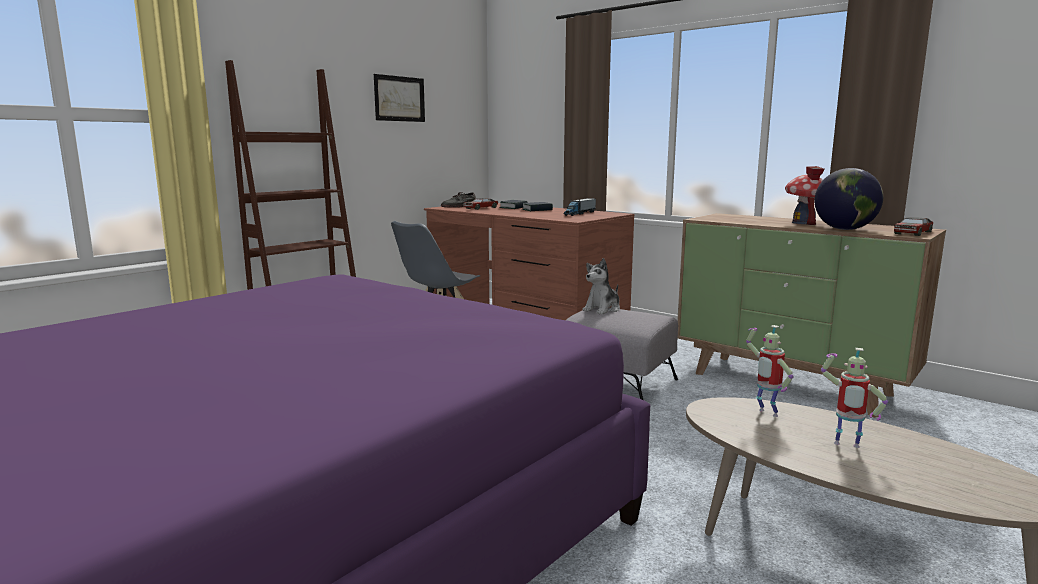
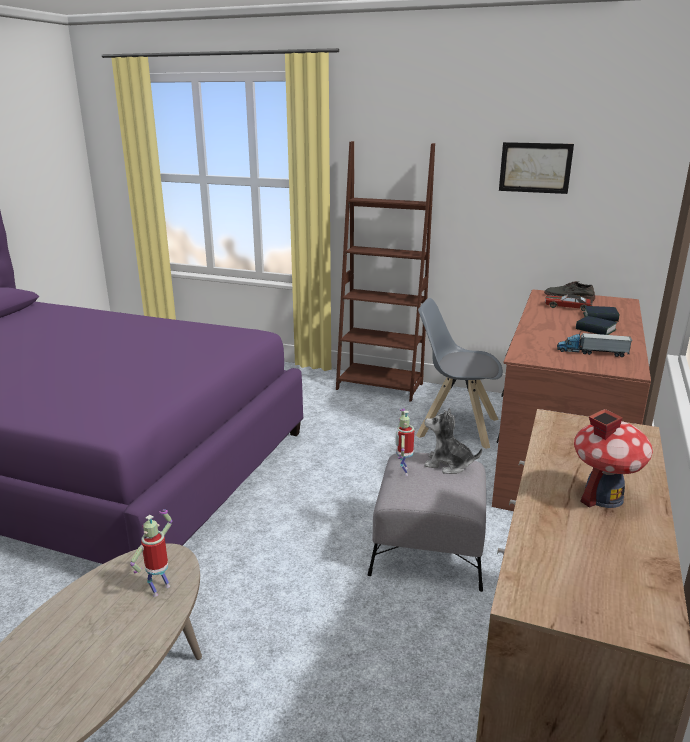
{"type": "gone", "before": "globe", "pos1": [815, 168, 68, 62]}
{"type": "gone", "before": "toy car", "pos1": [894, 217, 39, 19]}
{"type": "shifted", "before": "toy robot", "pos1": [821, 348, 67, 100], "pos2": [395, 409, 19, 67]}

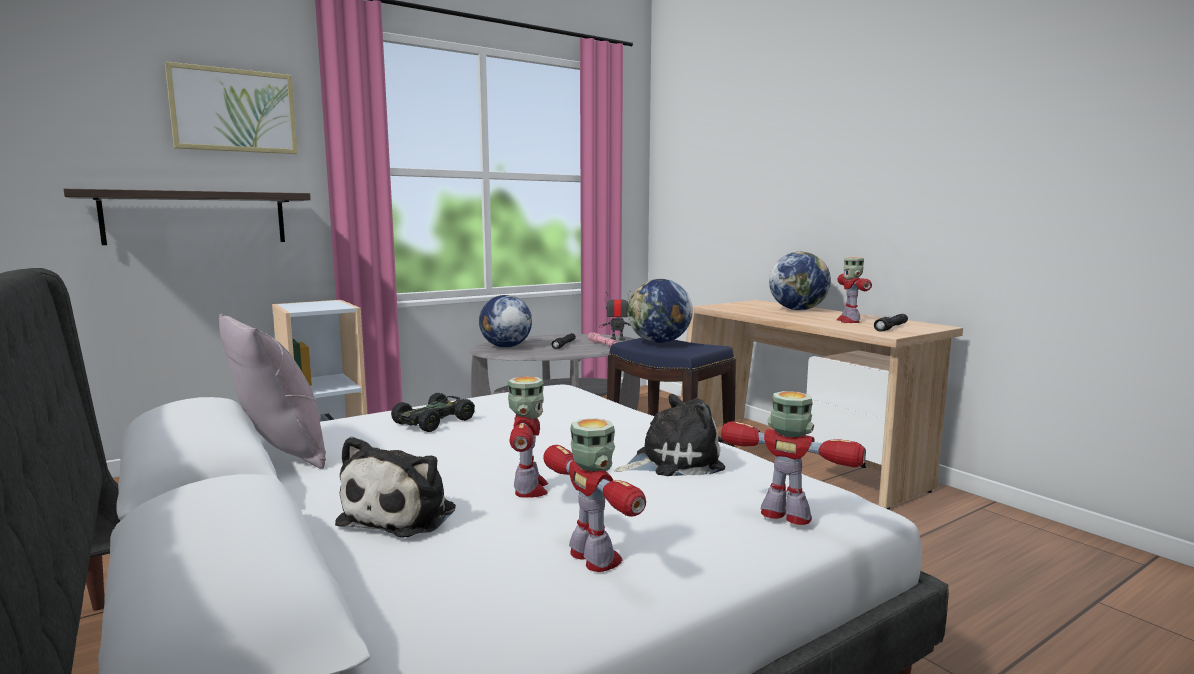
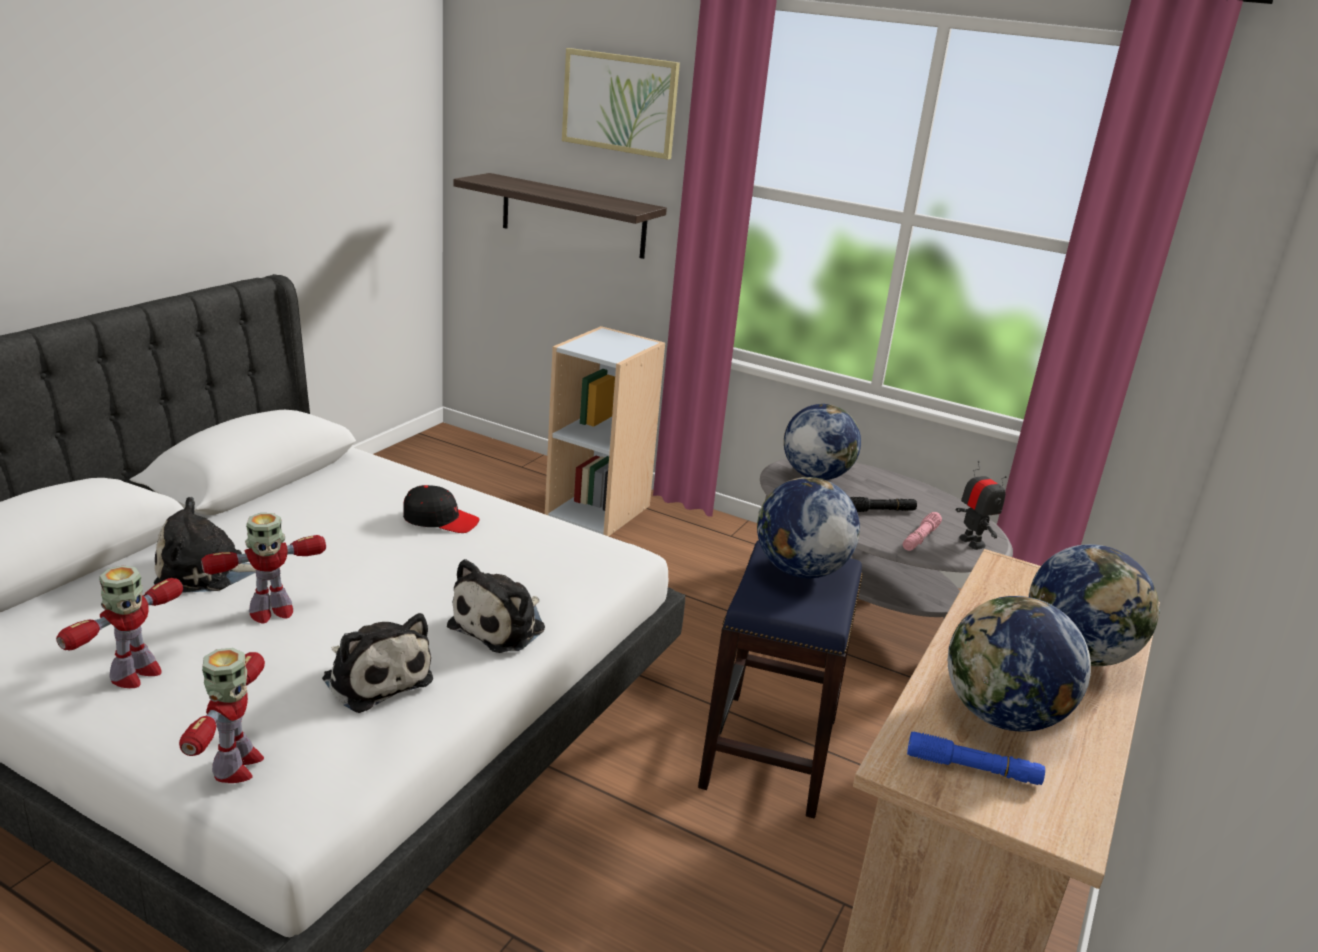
{"type": "swapped", "before": "toy robot", "after": "globe", "pos1": [837, 257, 35, 66], "pos2": [947, 596, 144, 136]}
{"type": "gone", "before": "pillow/purple", "pos1": [219, 314, 107, 155]}
{"type": "repainted", "before": "flashlight/black", "after": "flashlight/blue", "pos1": [874, 314, 34, 18], "pos2": [907, 732, 138, 53]}
{"type": "swapped", "before": "toy car/black", "after": "cap/black", "pos1": [391, 393, 84, 39], "pos2": [403, 485, 77, 48]}
{"type": "new", "after": "plush toy", "pos2": [447, 559, 98, 94]}

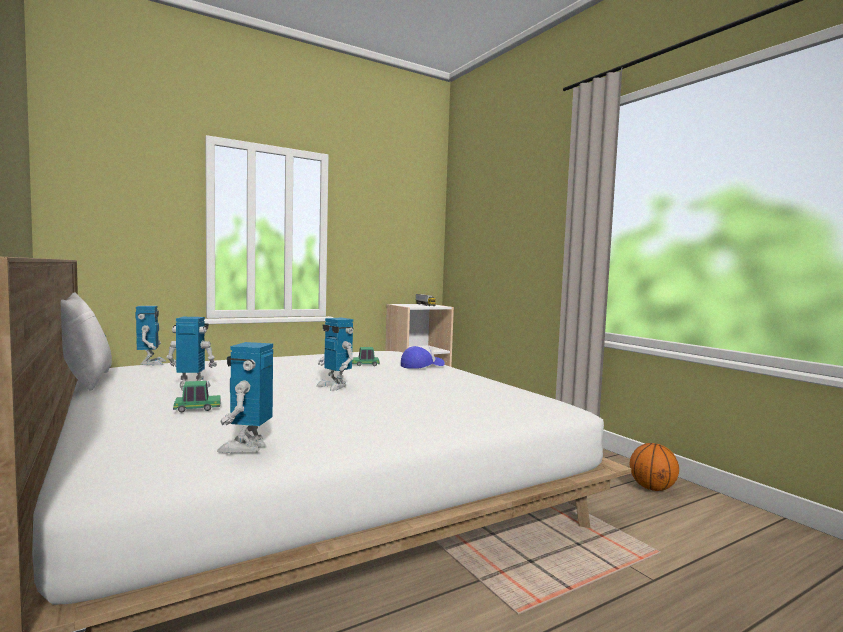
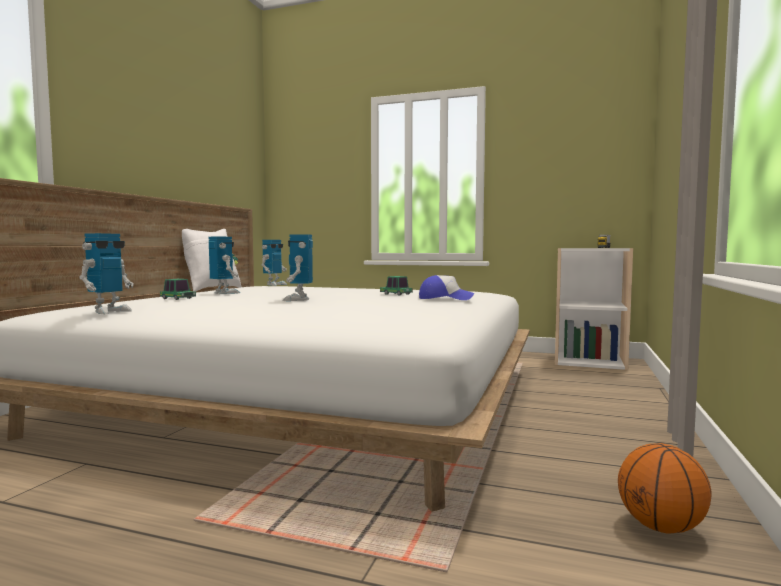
{"type": "rotated", "before": "toy robot", "pos1": [217, 342, 56, 111], "pos2": [79, 233, 55, 81], "turn": 150}

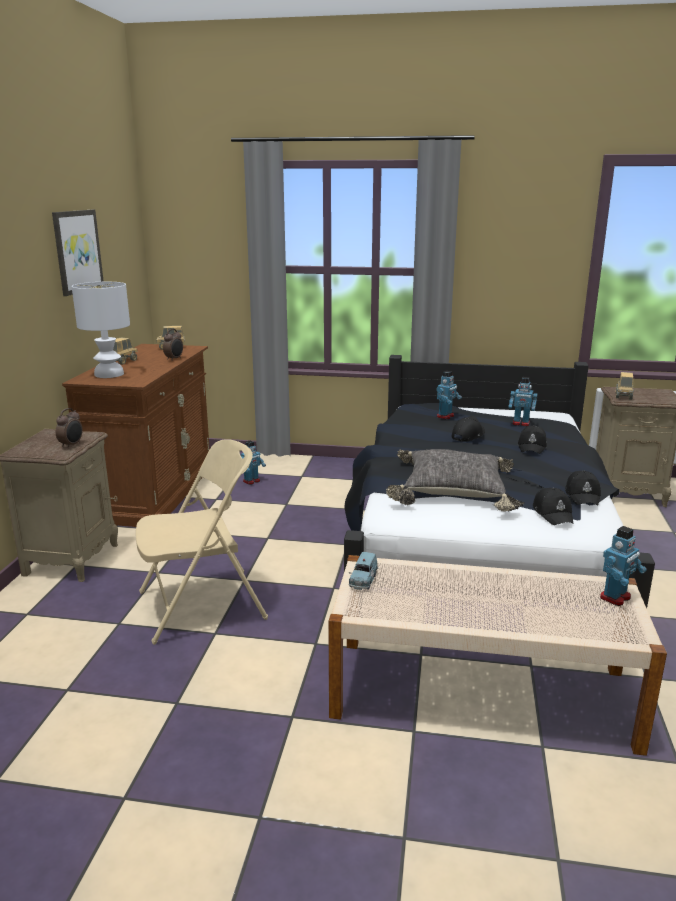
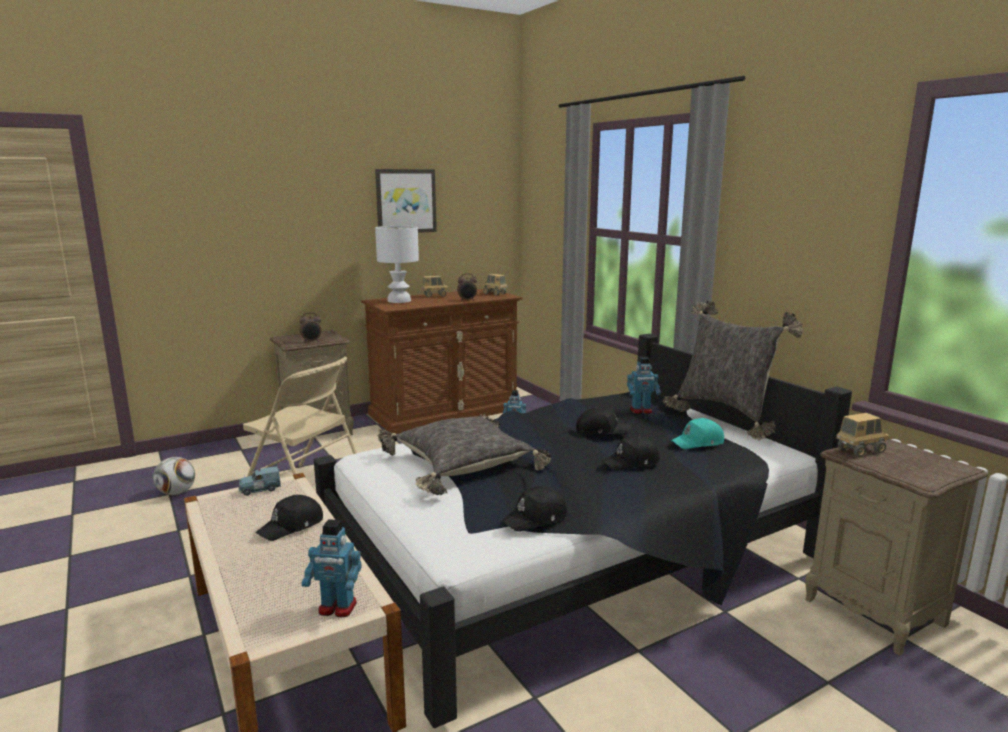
{"type": "swapped", "before": "toy robot", "after": "cap/turquoise", "pos1": [508, 377, 30, 49], "pos2": [671, 418, 53, 31]}
{"type": "shifted", "before": "cap/black", "pos1": [533, 488, 40, 37], "pos2": [255, 495, 68, 46]}
{"type": "new", "after": "pillow", "pos2": [663, 301, 140, 139]}
{"type": "new", "after": "football", "pos2": [153, 457, 42, 38]}

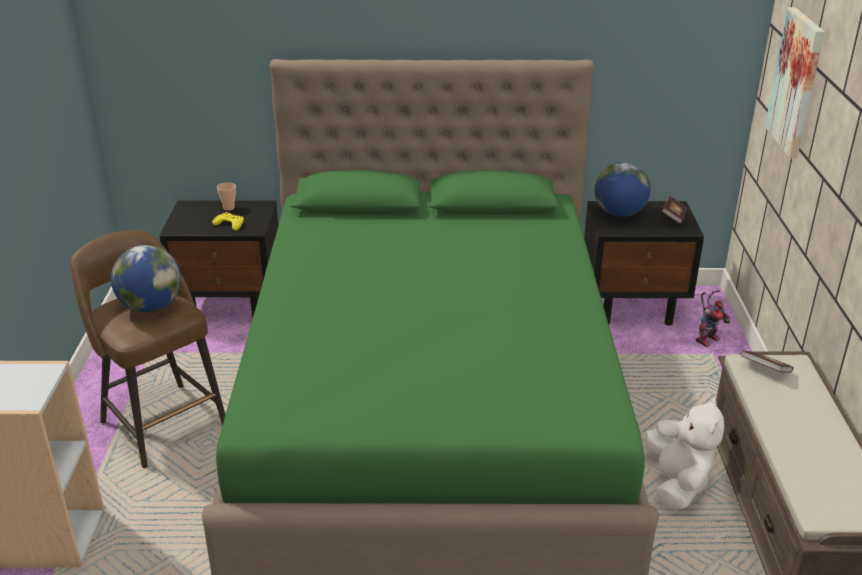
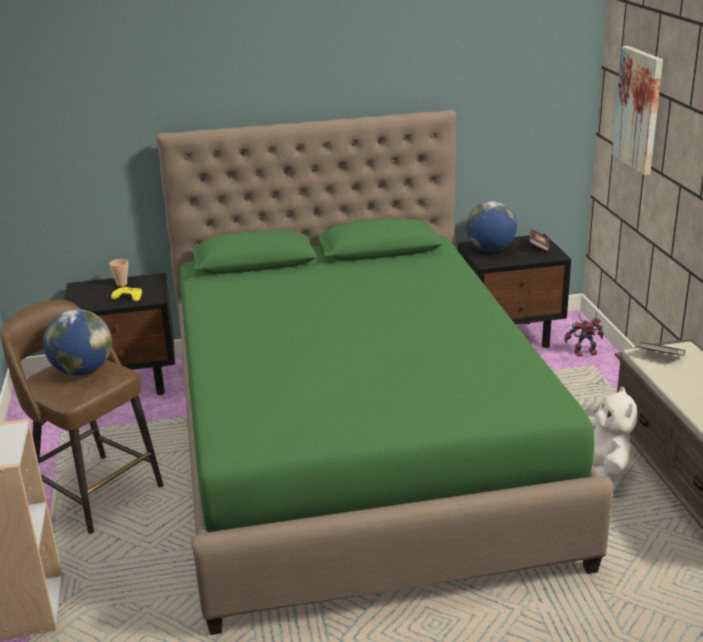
{"type": "rotated", "before": "toy robot", "pos1": [696, 290, 34, 57], "pos2": [564, 312, 40, 45], "turn": -135}

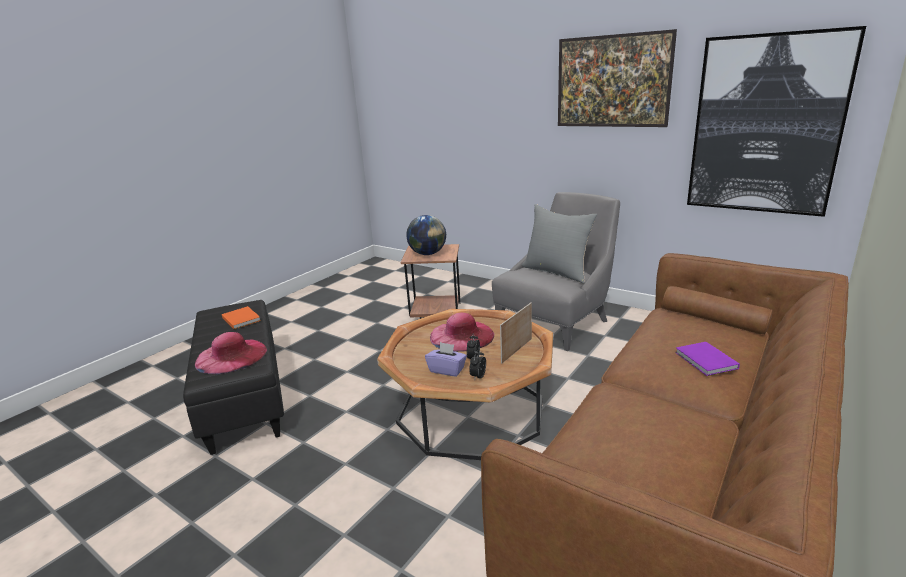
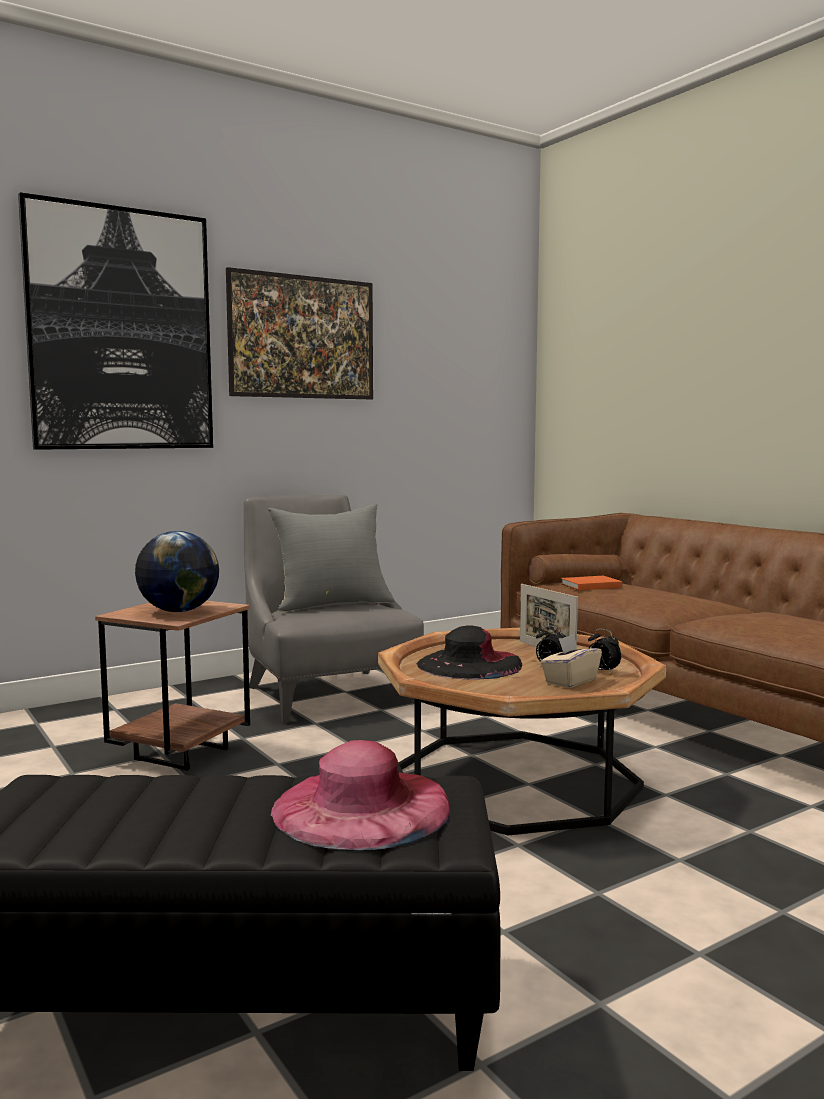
{"type": "shifted", "before": "picture", "pos1": [687, 26, 179, 191], "pos2": [18, 192, 195, 258]}
{"type": "shifted", "before": "book/orange", "pos1": [222, 306, 39, 23], "pos2": [561, 576, 61, 14]}
{"type": "repainted", "before": "hat/pink", "after": "hat/black", "pos1": [430, 313, 64, 39], "pos2": [417, 625, 105, 55]}
{"type": "repainted", "before": "tissue box/purple", "after": "tissue box/beige", "pos1": [425, 342, 42, 35], "pos2": [540, 634, 62, 54]}
{"type": "gone", "before": "book/purple", "pos1": [675, 342, 65, 34]}

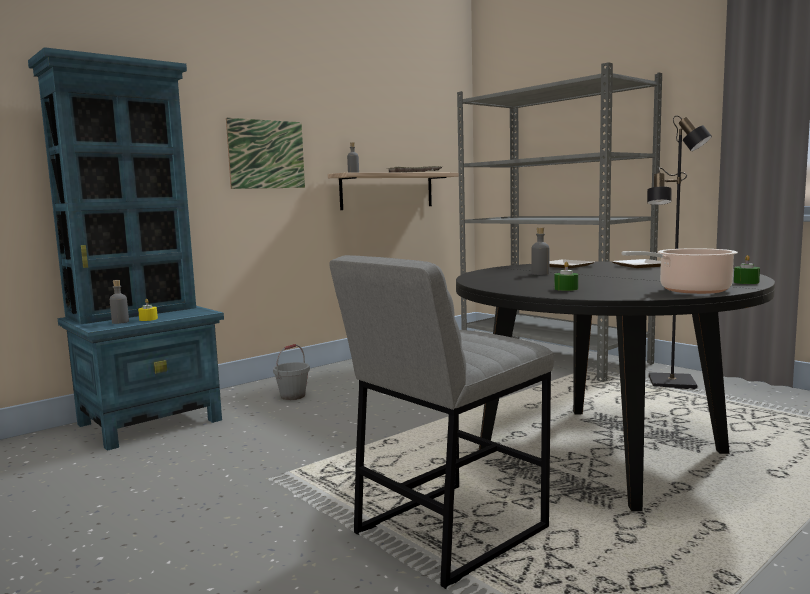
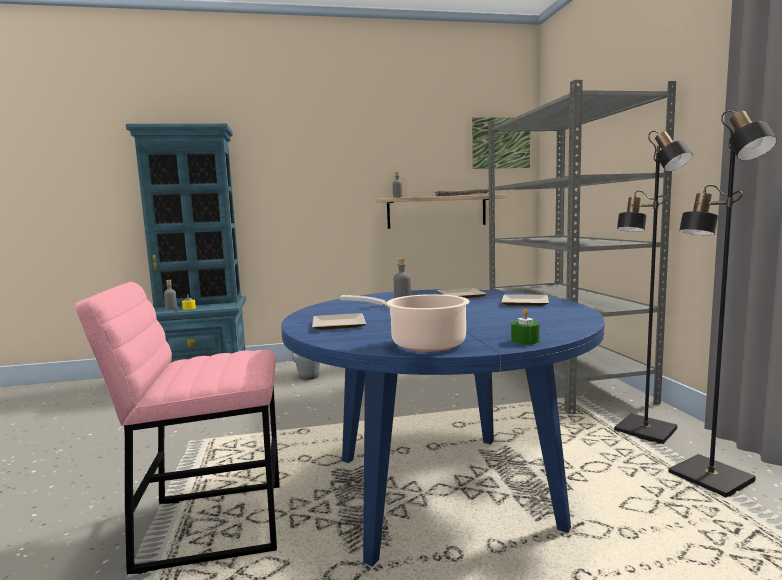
{"type": "shifted", "before": "picture", "pos1": [226, 118, 79, 71], "pos2": [472, 117, 58, 52]}
{"type": "repainted", "before": "chair/grey", "after": "chair/pink", "pos1": [329, 255, 225, 334], "pos2": [75, 282, 205, 293]}
{"type": "repainted", "before": "dining table/black", "after": "dining table/blue", "pos1": [456, 261, 319, 250], "pos2": [281, 289, 324, 278]}
{"type": "swapped", "before": "candle/green", "after": "plate", "pos1": [554, 261, 24, 30], "pos2": [312, 313, 54, 17]}
{"type": "new", "after": "floor lamp/black", "pos2": [668, 110, 109, 387]}

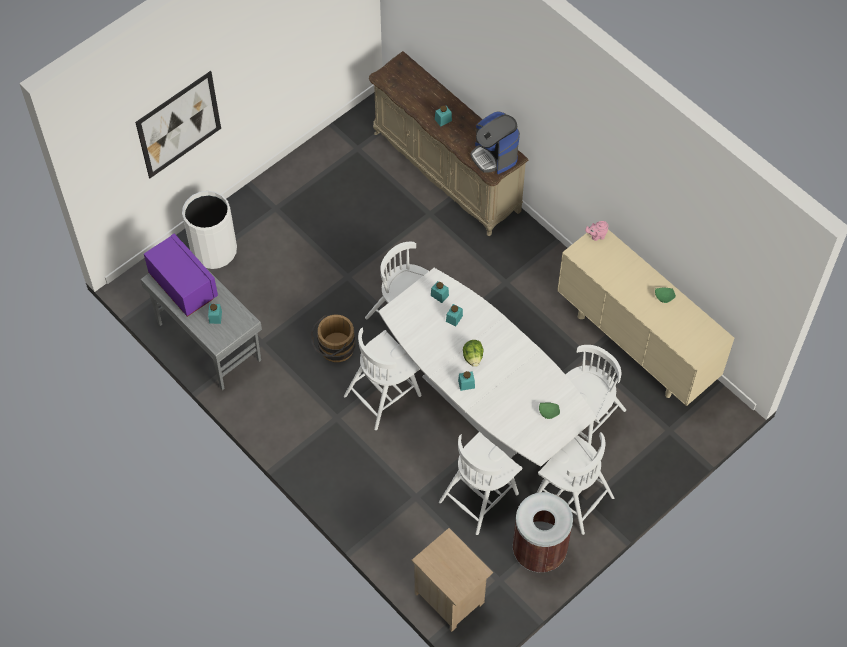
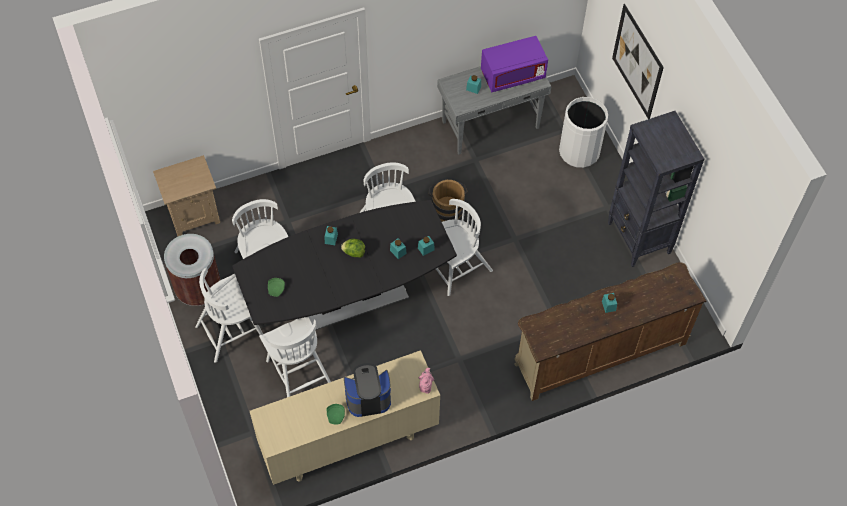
{"type": "shifted", "before": "coffee machine", "pos1": [470, 111, 50, 63], "pos2": [344, 363, 47, 54]}
{"type": "repainted", "before": "dining table/white", "after": "dining table/black", "pos1": [378, 268, 219, 199], "pos2": [232, 200, 225, 130]}
{"type": "new", "after": "bookcase/black", "pos2": [608, 111, 96, 156]}

